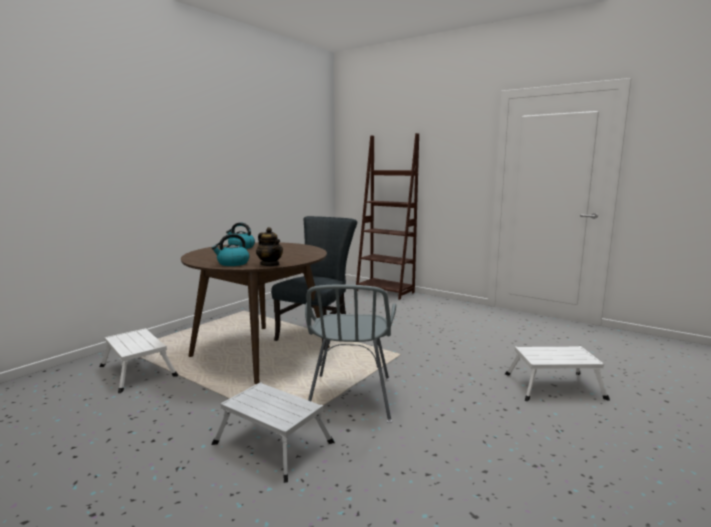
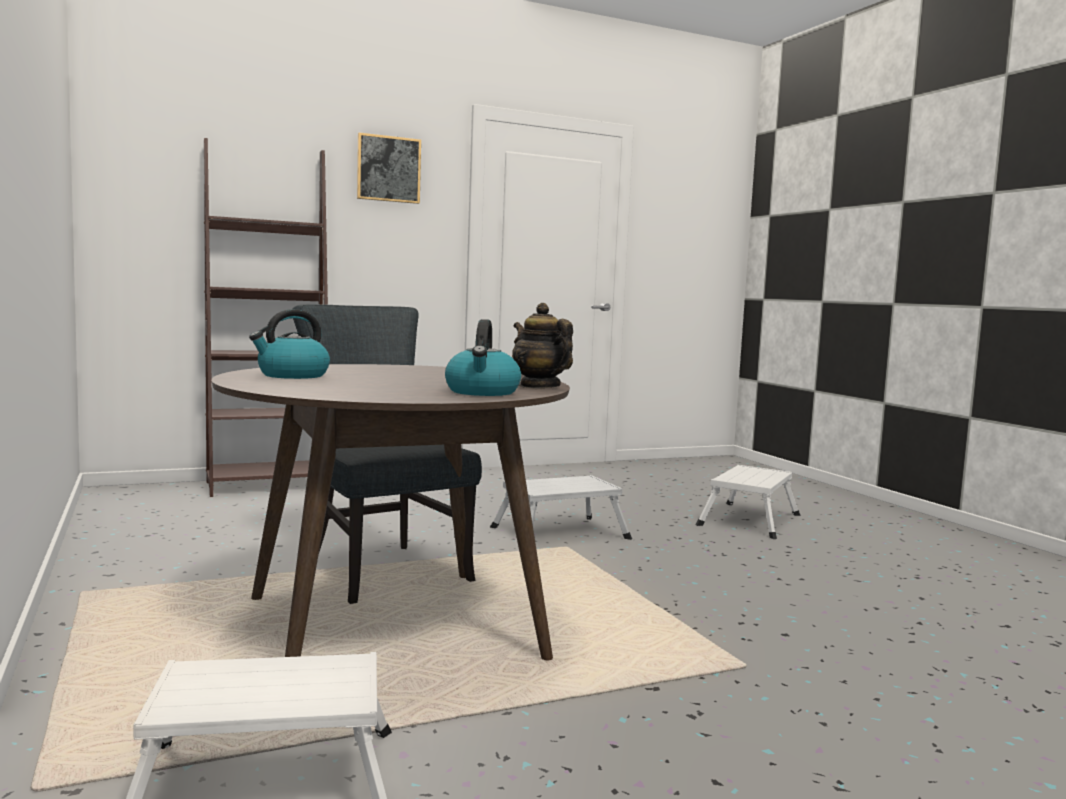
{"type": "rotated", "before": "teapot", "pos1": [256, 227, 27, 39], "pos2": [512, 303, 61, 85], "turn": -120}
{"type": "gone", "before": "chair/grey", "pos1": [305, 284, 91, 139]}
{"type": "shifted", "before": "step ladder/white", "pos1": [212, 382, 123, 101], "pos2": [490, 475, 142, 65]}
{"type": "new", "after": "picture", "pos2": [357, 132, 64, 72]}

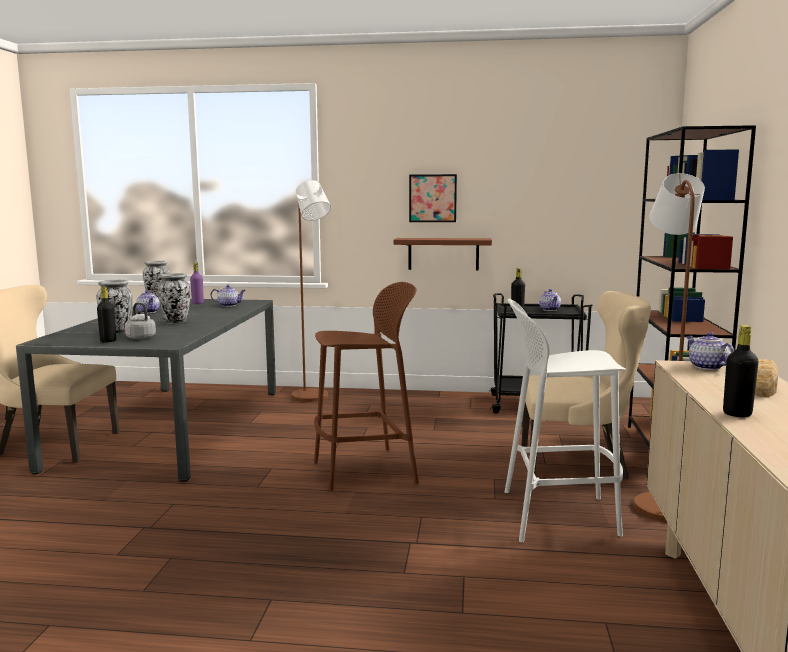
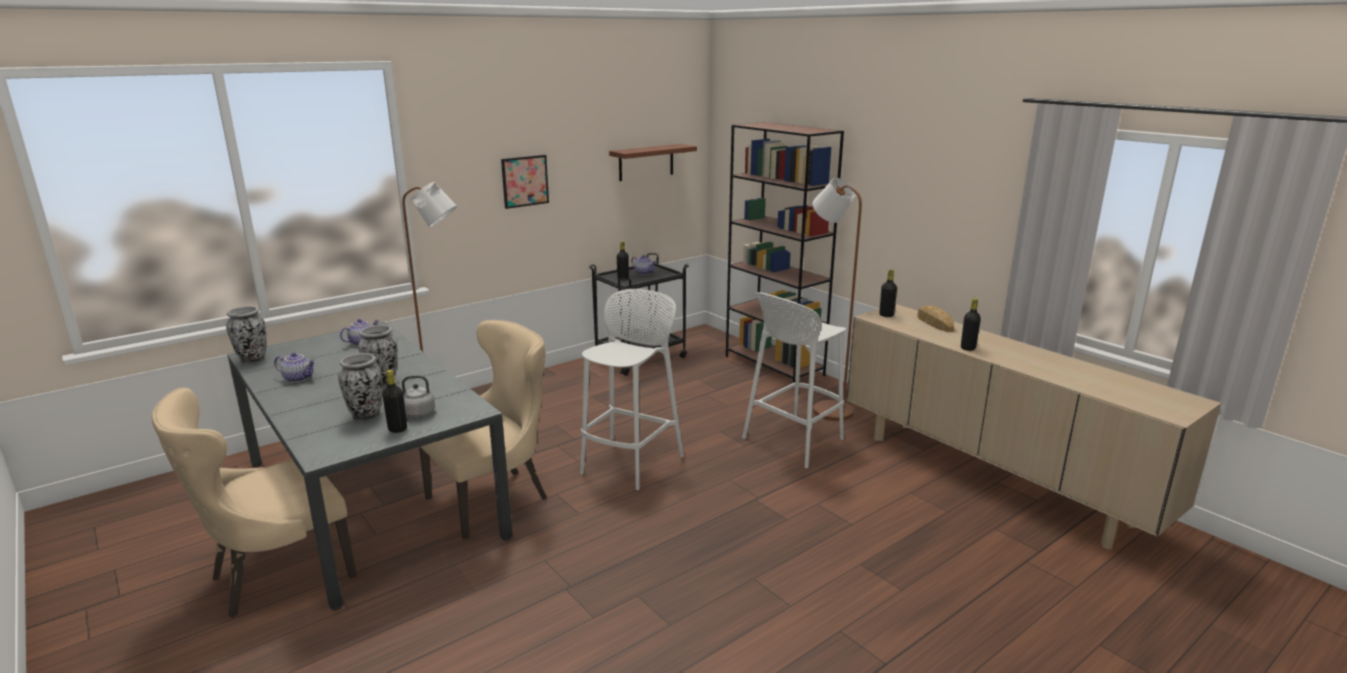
{"type": "shifted", "before": "shelf/brown", "pos1": [394, 238, 98, 32], "pos2": [609, 144, 88, 37]}
{"type": "gone", "before": "bottle/purple", "pos1": [190, 262, 14, 42]}
{"type": "repainted", "before": "stool/brown", "after": "stool/white", "pos1": [314, 282, 105, 209], "pos2": [580, 289, 104, 201]}
{"type": "shifted", "before": "chair/beige", "pos1": [522, 291, 129, 188], "pos2": [419, 320, 128, 220]}
{"type": "swapped", "before": "teapot", "after": "bottle/black", "pos1": [686, 332, 48, 38], "pos2": [879, 269, 18, 48]}

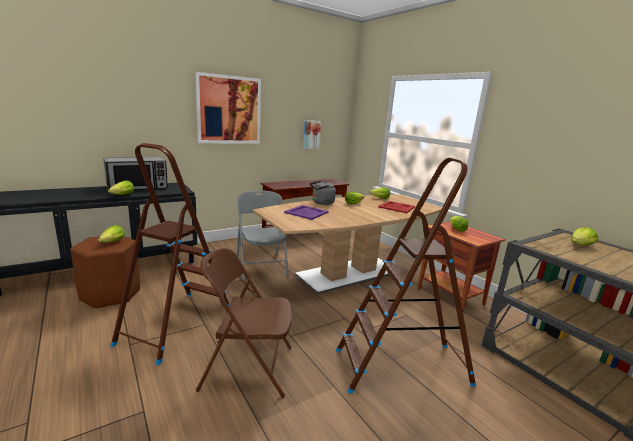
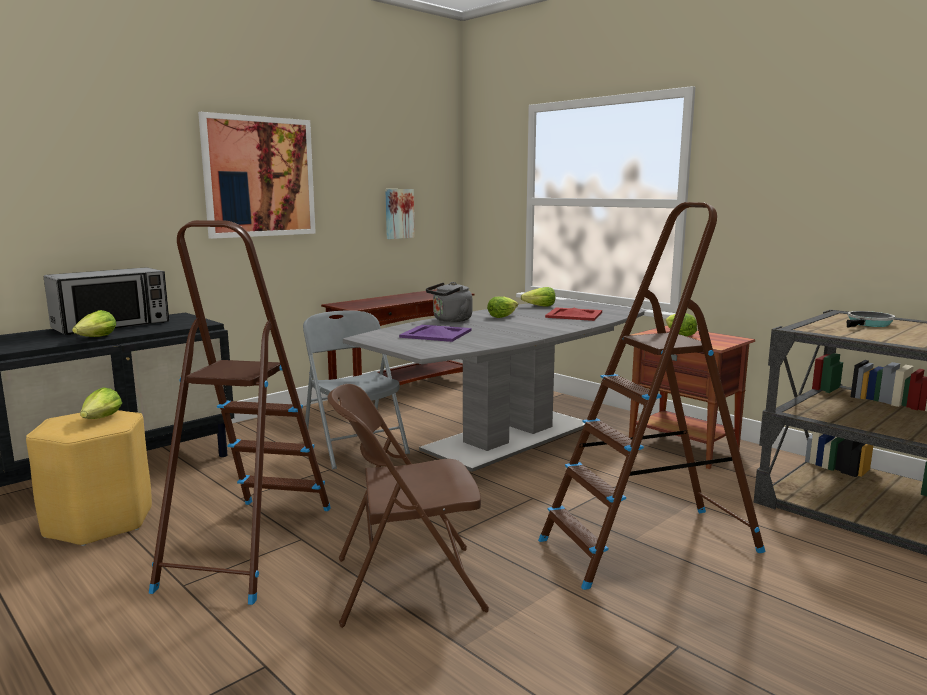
{"type": "repainted", "before": "dining table/brown", "after": "dining table/grey", "pos1": [253, 194, 189, 100], "pos2": [343, 299, 303, 173]}
{"type": "swapped", "before": "lettuce", "after": "frying pan", "pos1": [571, 227, 27, 18], "pos2": [847, 311, 48, 17]}
{"type": "repainted", "before": "stool/brown", "after": "stool/yellow", "pos1": [70, 236, 70, 73], "pos2": [26, 410, 126, 136]}

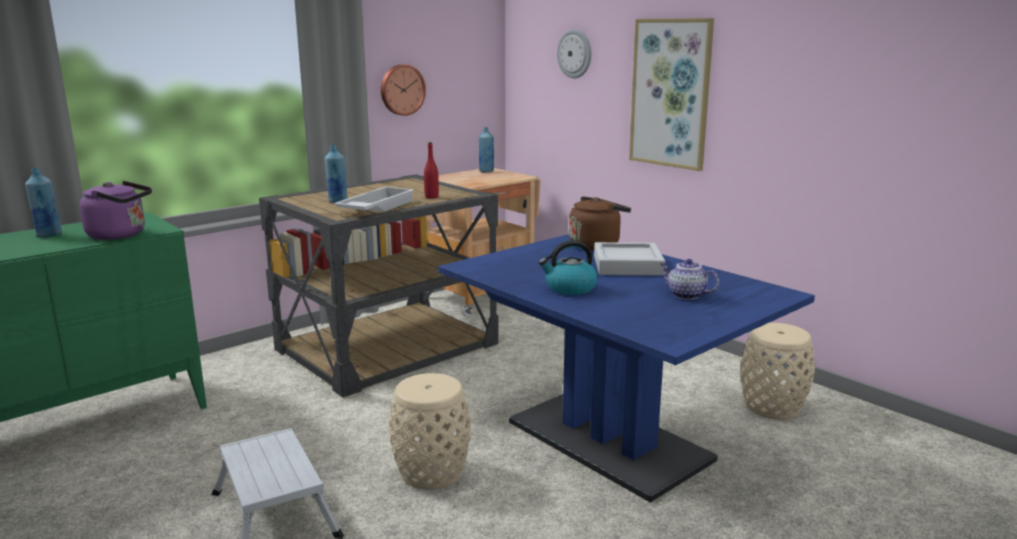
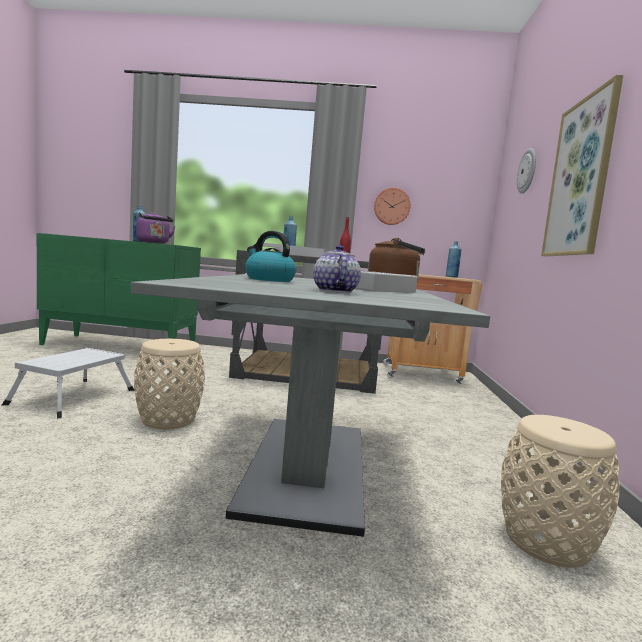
{"type": "repainted", "before": "dining table/blue", "after": "dining table/grey", "pos1": [438, 234, 377, 268], "pos2": [131, 274, 359, 263]}

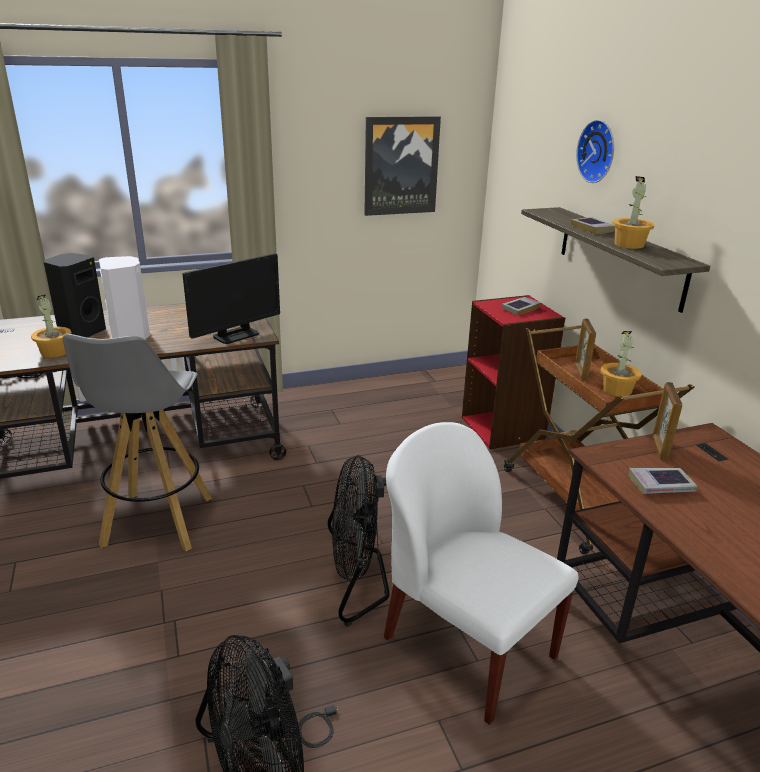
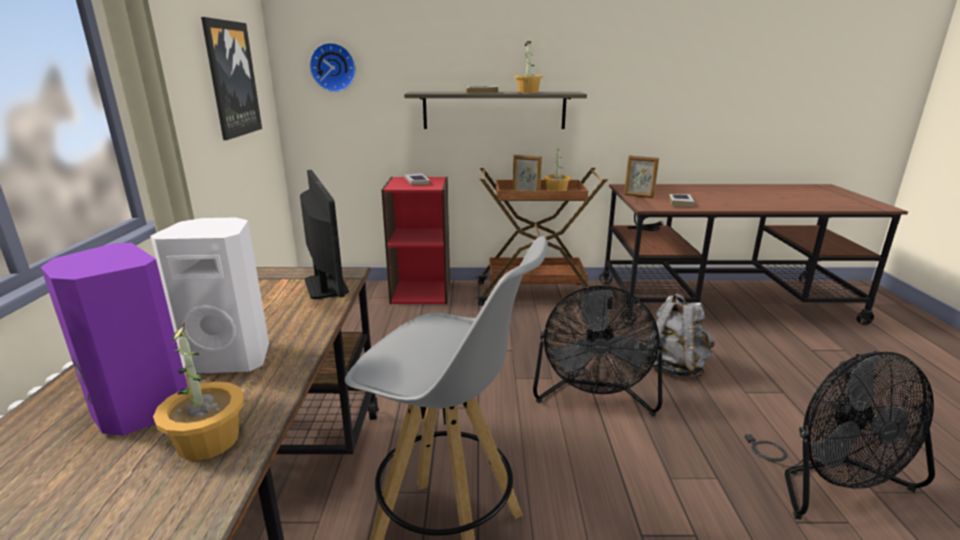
{"type": "shifted", "before": "wall clock", "pos1": [576, 120, 38, 63], "pos2": [309, 42, 47, 50]}
{"type": "repainted", "before": "speaker/black", "after": "speaker/purple", "pos1": [44, 253, 62, 85], "pos2": [41, 243, 147, 193]}
{"type": "swapped", "before": "chair/white", "after": "backpack/grey", "pos1": [384, 422, 194, 303], "pos2": [646, 293, 69, 84]}

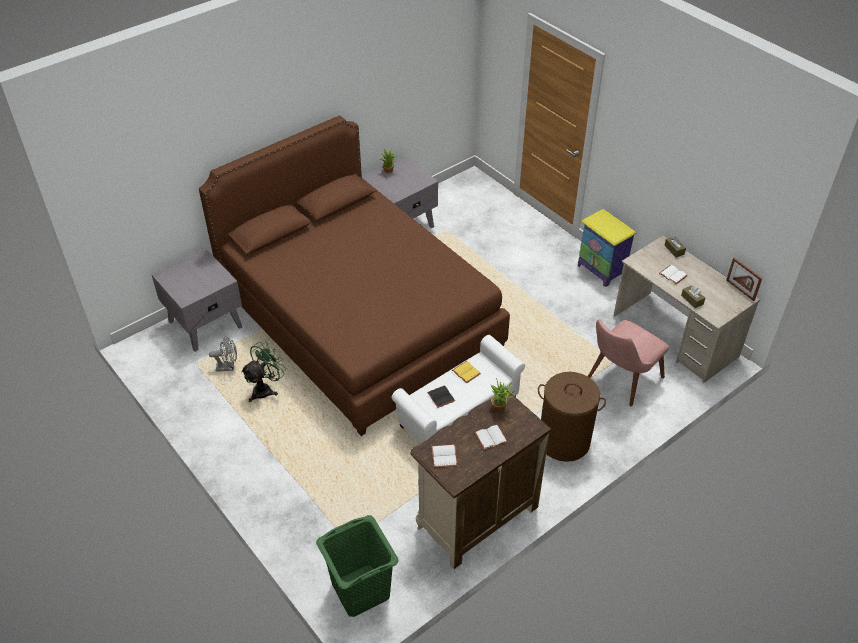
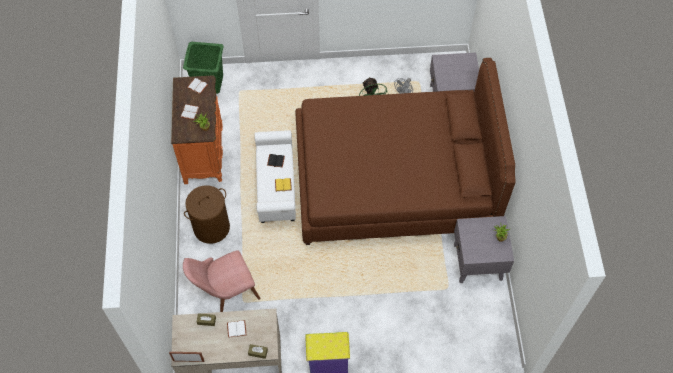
{"type": "rotated", "before": "chair/pink", "pos1": [588, 319, 81, 87], "pos2": [183, 250, 77, 62], "turn": -105}
{"type": "repainted", "before": "dresser/beige", "after": "dresser/orange", "pos1": [410, 391, 142, 178], "pos2": [171, 75, 52, 109]}

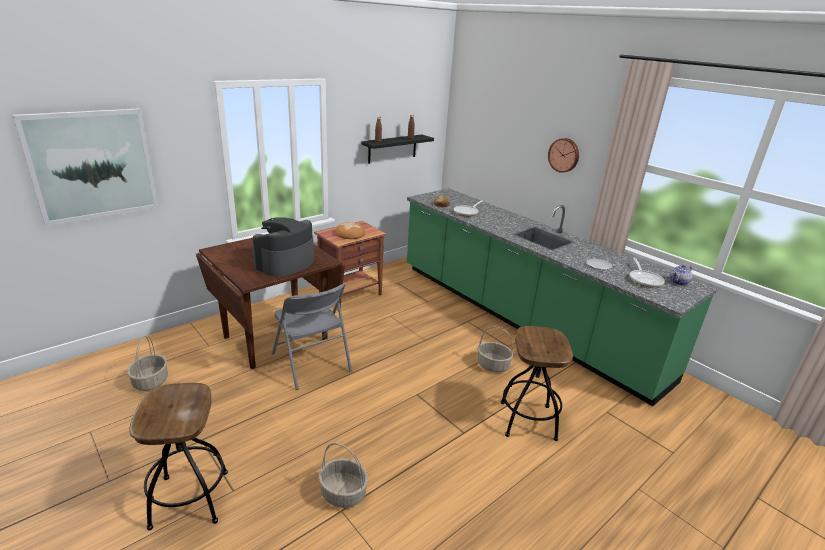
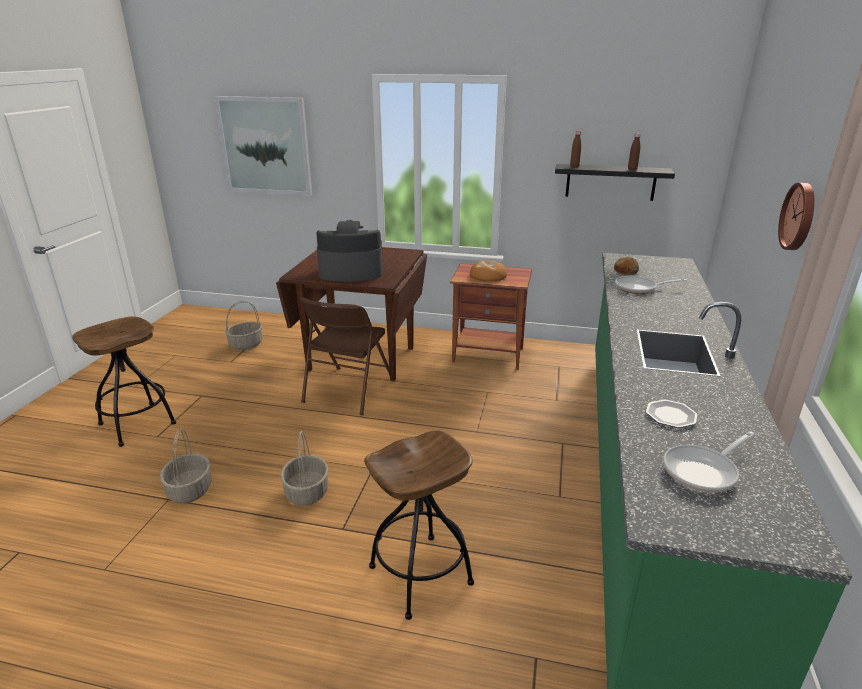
{"type": "gone", "before": "teapot", "pos1": [670, 265, 22, 20]}
{"type": "repainted", "before": "chair/grey", "after": "chair/brown", "pos1": [272, 284, 80, 106], "pos2": [299, 297, 93, 118]}
{"type": "shifted", "before": "basket", "pos1": [477, 325, 36, 48], "pos2": [280, 431, 49, 75]}

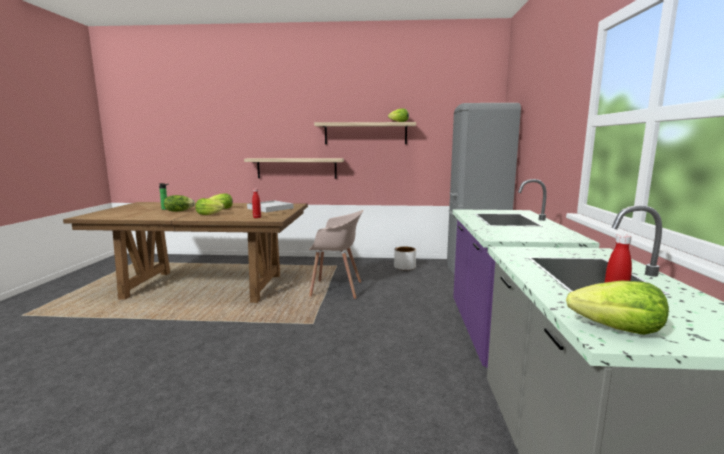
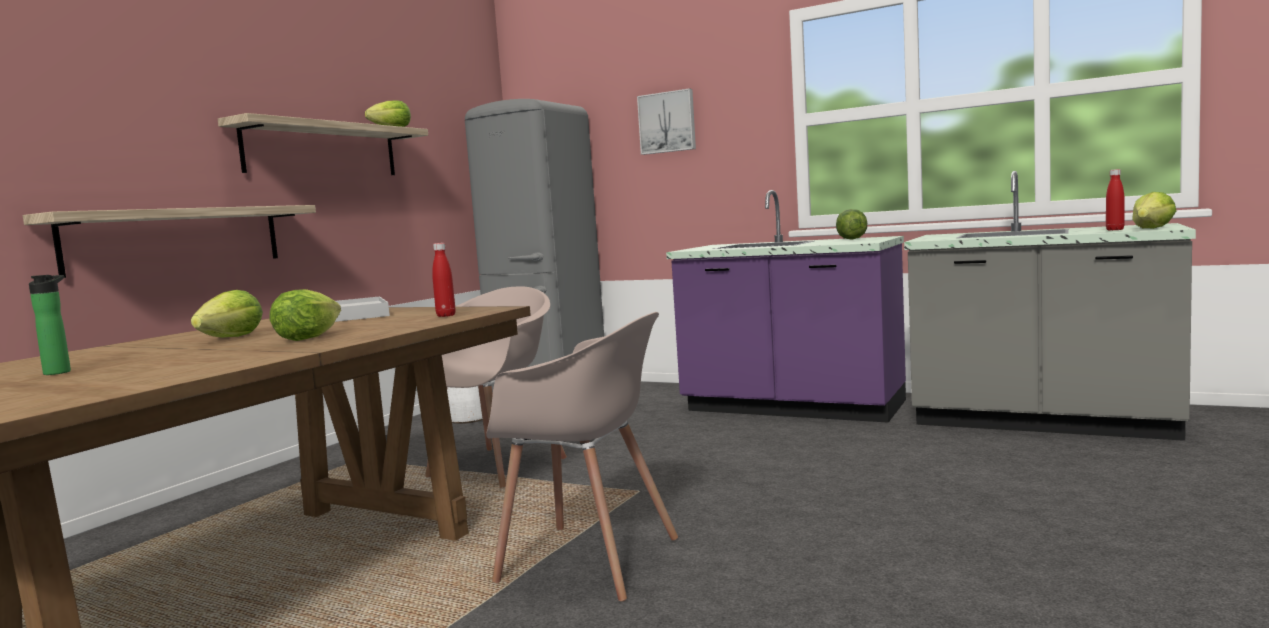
{"type": "shifted", "before": "lettuce", "pos1": [164, 195, 31, 17], "pos2": [836, 209, 31, 30]}
{"type": "new", "after": "picture", "pos2": [637, 88, 59, 67]}
{"type": "new", "after": "chair/beige", "pos2": [486, 312, 192, 290]}

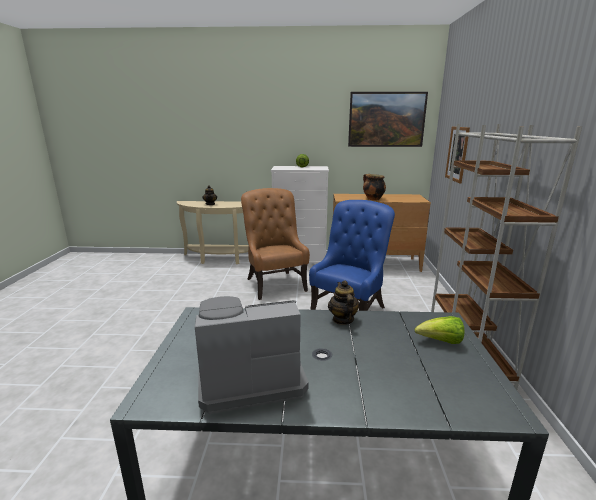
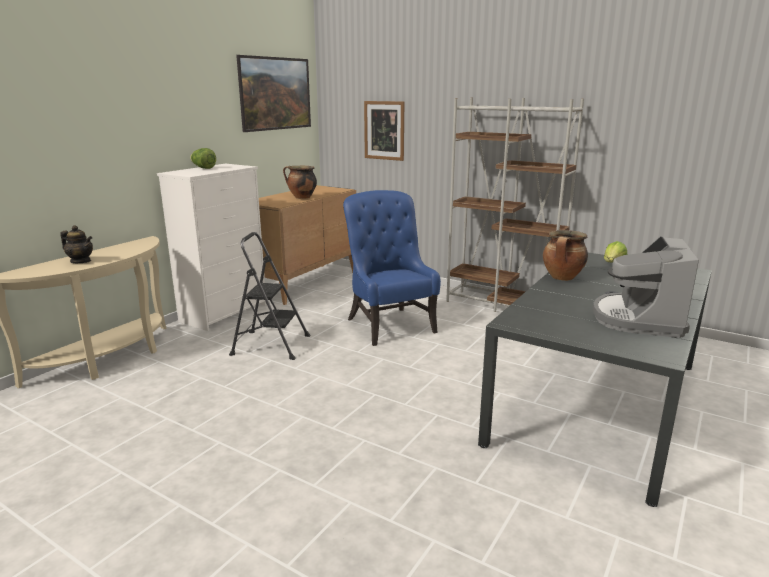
{"type": "swapped", "before": "chair/brown", "after": "step ladder/black", "pos1": [241, 188, 69, 112], "pos2": [229, 232, 82, 128]}
{"type": "swapped", "before": "teapot", "after": "cooking pot", "pos1": [328, 280, 32, 45], "pos2": [543, 230, 45, 51]}

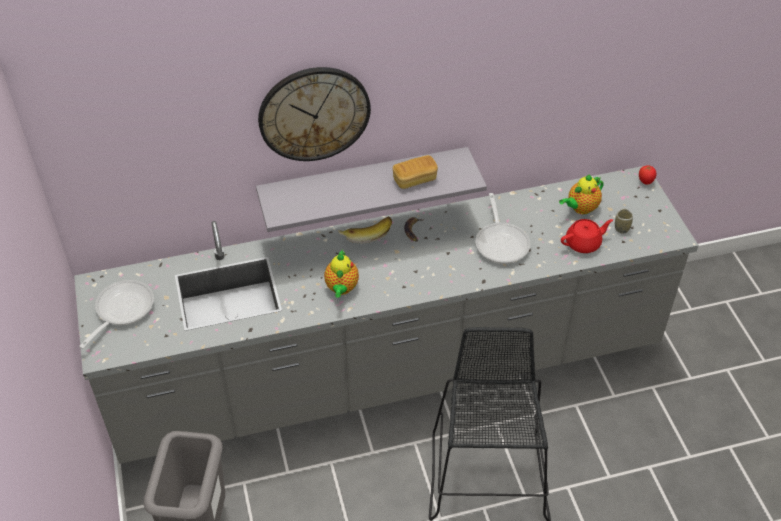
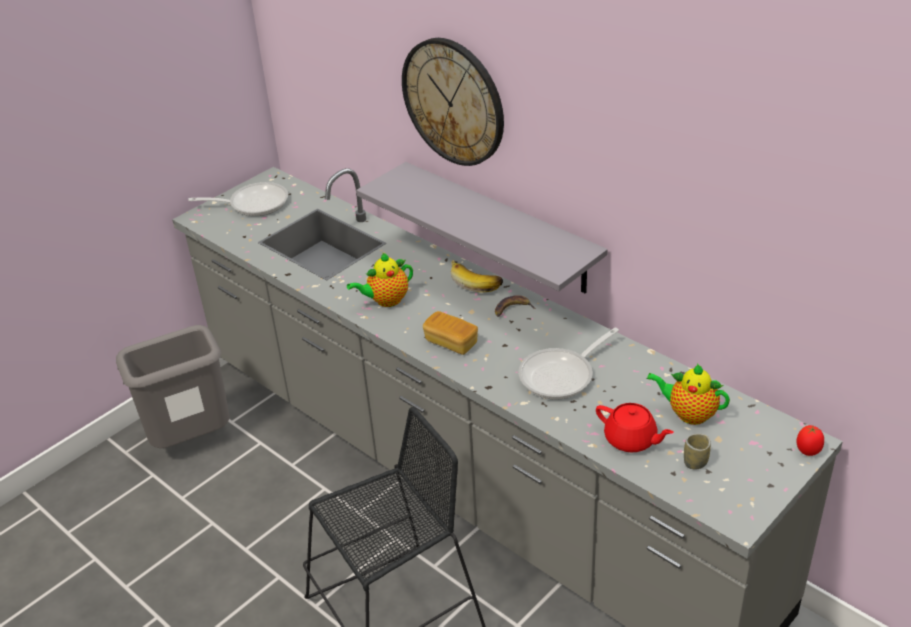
{"type": "shifted", "before": "bread", "pos1": [393, 155, 45, 34], "pos2": [423, 311, 55, 44]}

